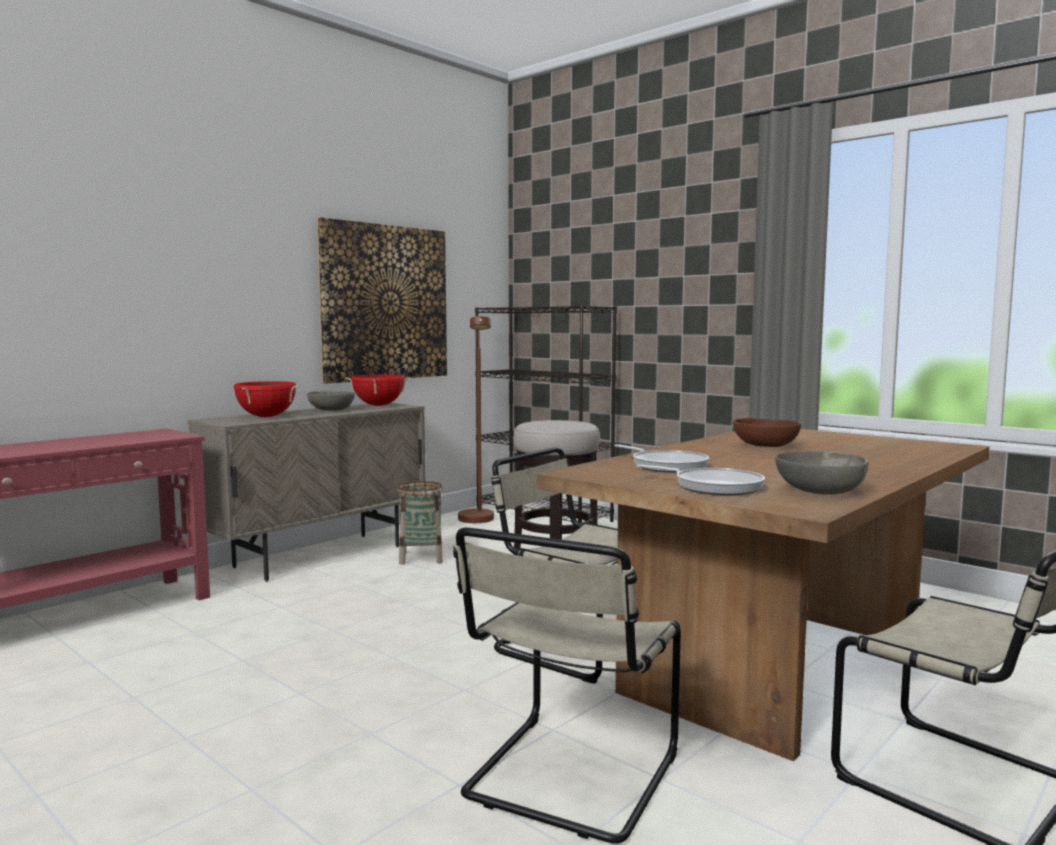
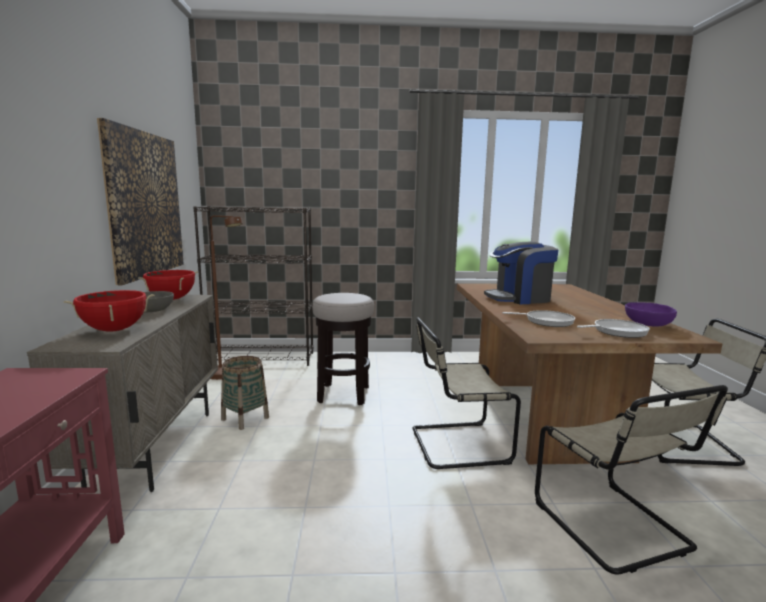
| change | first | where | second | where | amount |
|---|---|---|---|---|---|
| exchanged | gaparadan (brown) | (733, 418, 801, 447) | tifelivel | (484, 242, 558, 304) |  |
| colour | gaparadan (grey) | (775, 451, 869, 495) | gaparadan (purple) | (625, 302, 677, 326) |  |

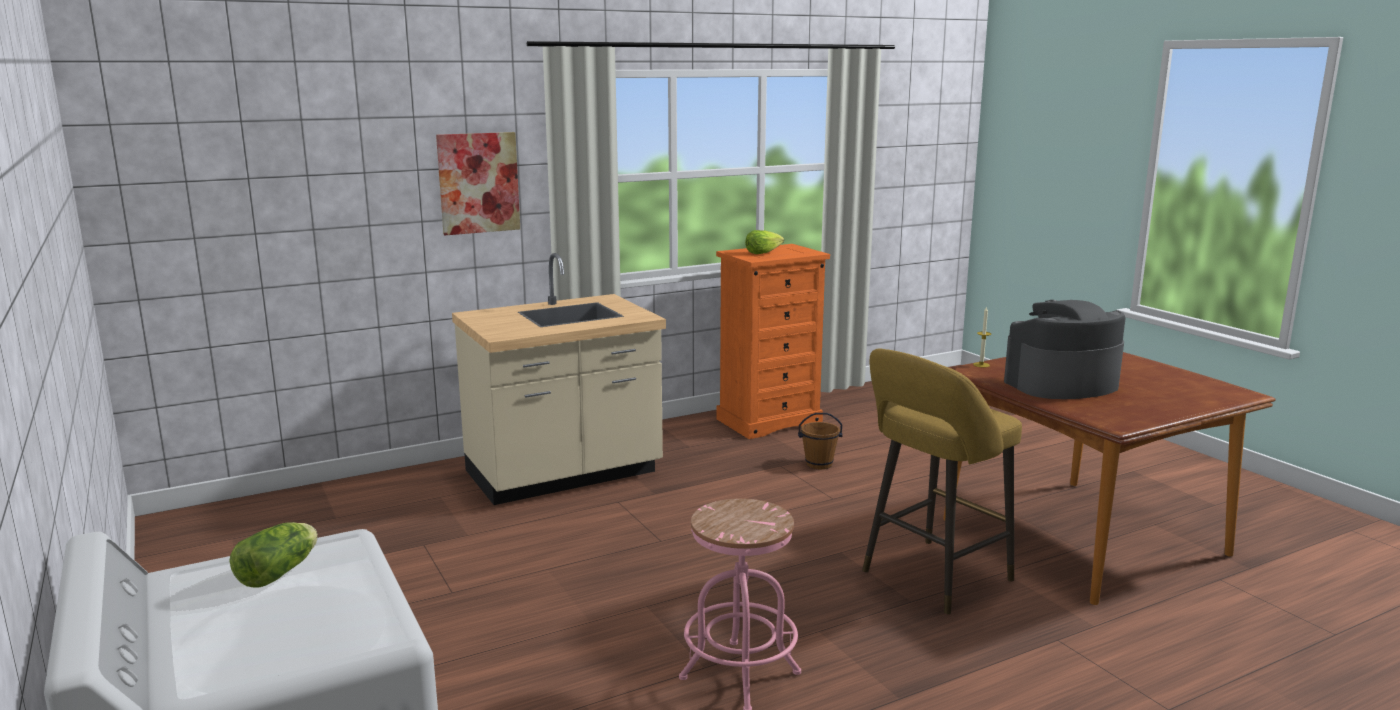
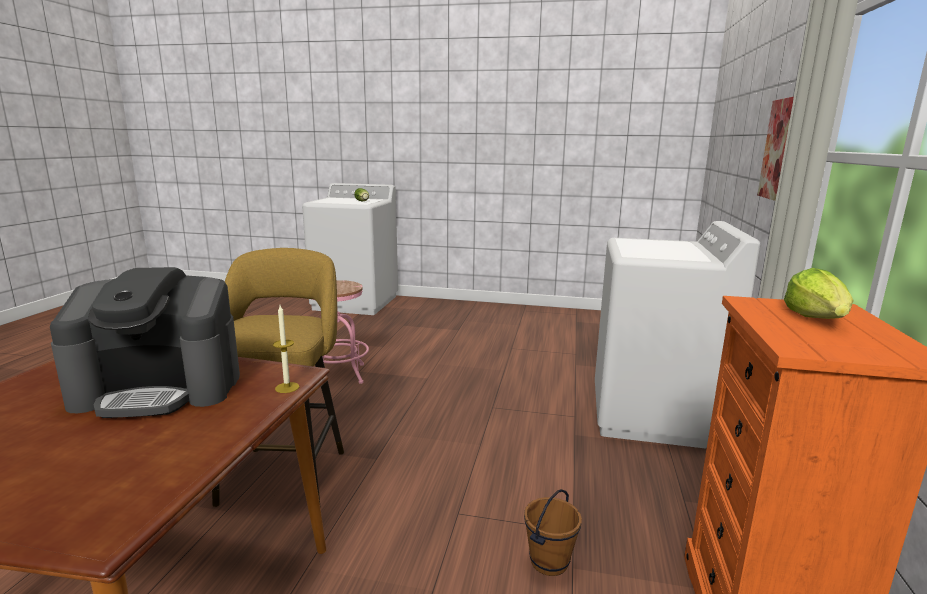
| change | first | where | second | where | amount |
|---|---|---|---|---|---|
| exchanged | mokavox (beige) | (452, 253, 666, 505) | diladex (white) | (595, 221, 761, 449) |  |
| spun | tifelivel | (1004, 300, 1126, 399) |  | (50, 267, 240, 418) | 60 degrees clockwise |

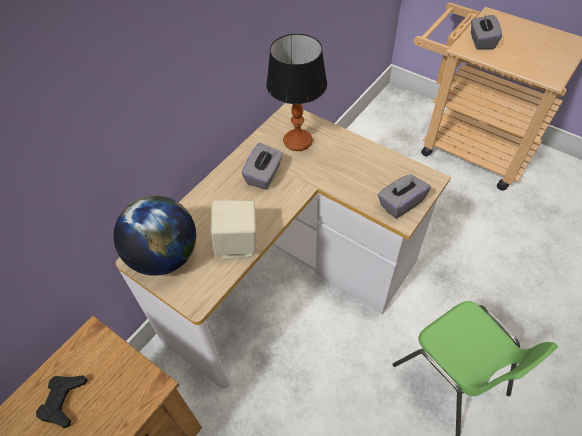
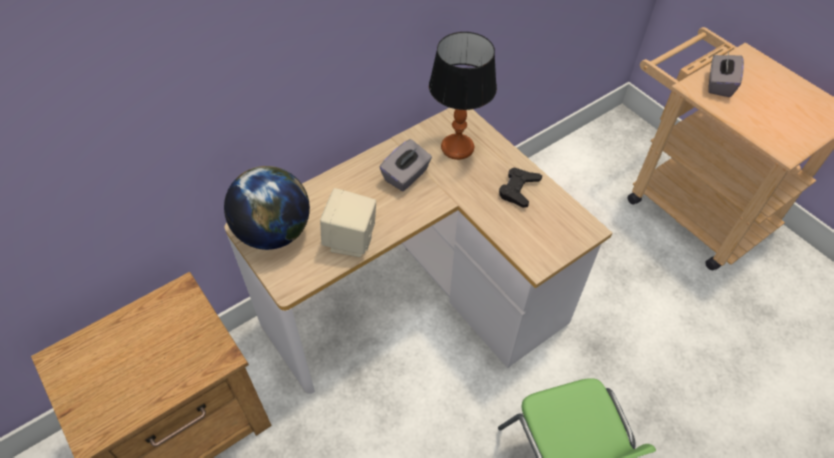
| change | first | where | second | where | amount |
|---|---|---|---|---|---|
| missing | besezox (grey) | (378, 174, 431, 219) |  |  |  |
| relocated | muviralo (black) | (36, 375, 87, 428) |  | (499, 167, 542, 208) |  |

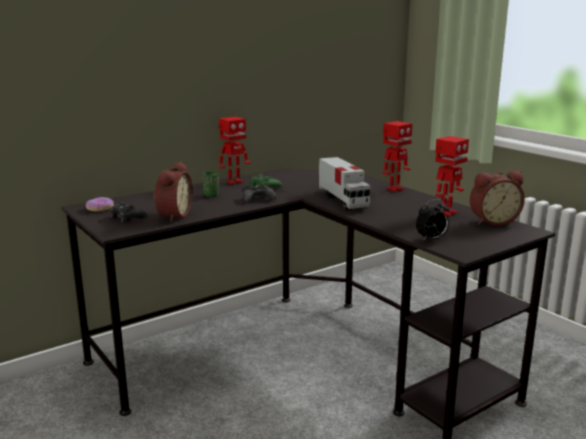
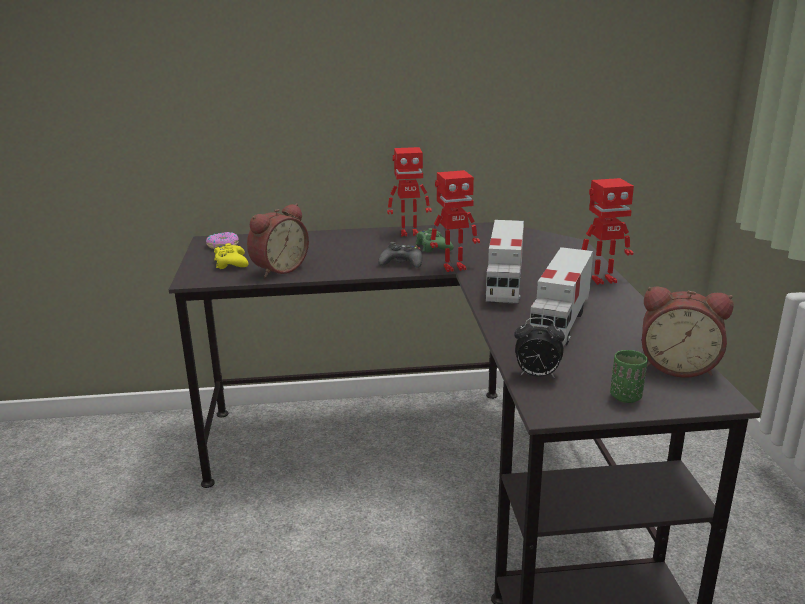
| change | first | where | second | where | amount |
|---|---|---|---|---|---|
| relocated | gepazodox | (435, 136, 469, 216) |  | (430, 170, 480, 272) |  |
| relocated | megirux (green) | (203, 172, 219, 197) |  | (610, 350, 648, 403) |  |
| colour | muviralo (black) | (110, 202, 148, 223) | muviralo (yellow) | (214, 243, 249, 269) |  |
| appeared |  |  | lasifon | (530, 247, 593, 346) |  |

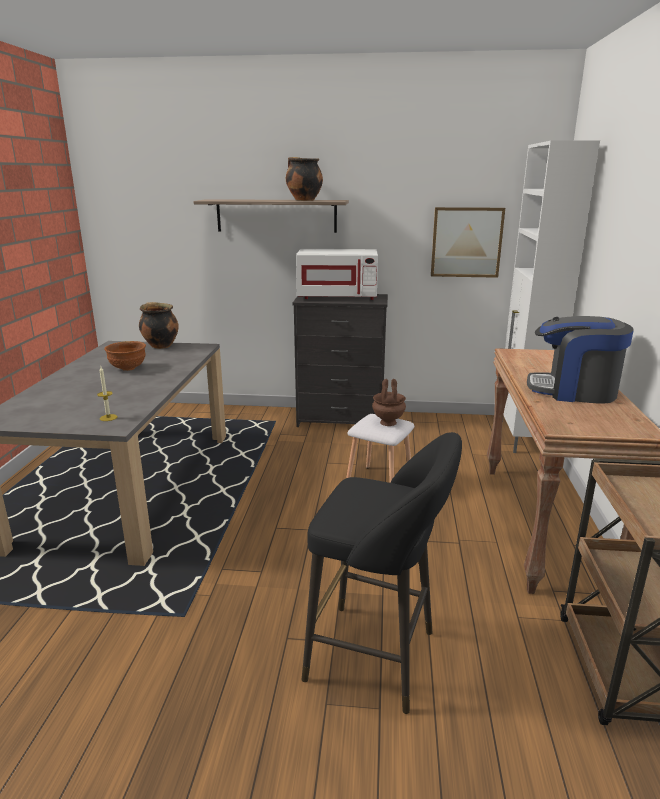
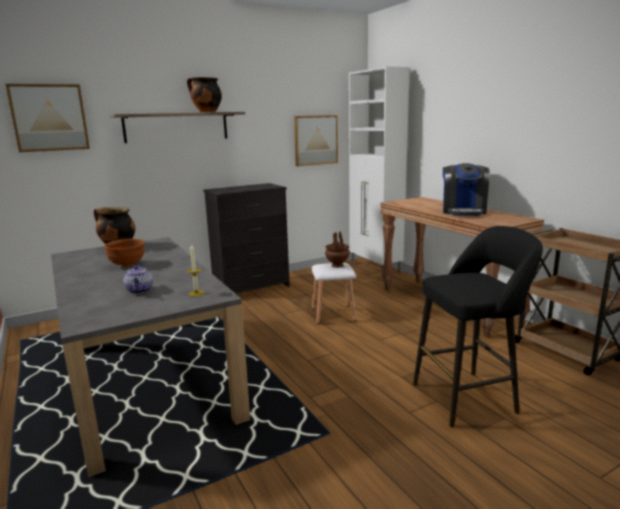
| change | first | where | second | where | amount |
|---|---|---|---|---|---|
| missing | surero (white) | (296, 249, 378, 300) |  |  |  |
| spun | tifelivel | (527, 316, 634, 404) |  | (443, 163, 490, 216) | 60 degrees counterclockwise |
| appeared |  |  | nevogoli | (6, 84, 90, 152) |  |
| appeared |  |  | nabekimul | (124, 265, 153, 294) |  |

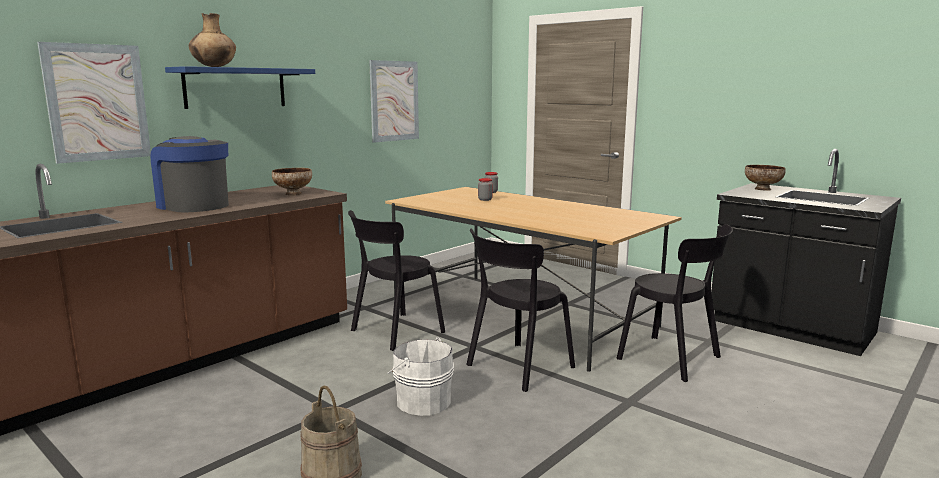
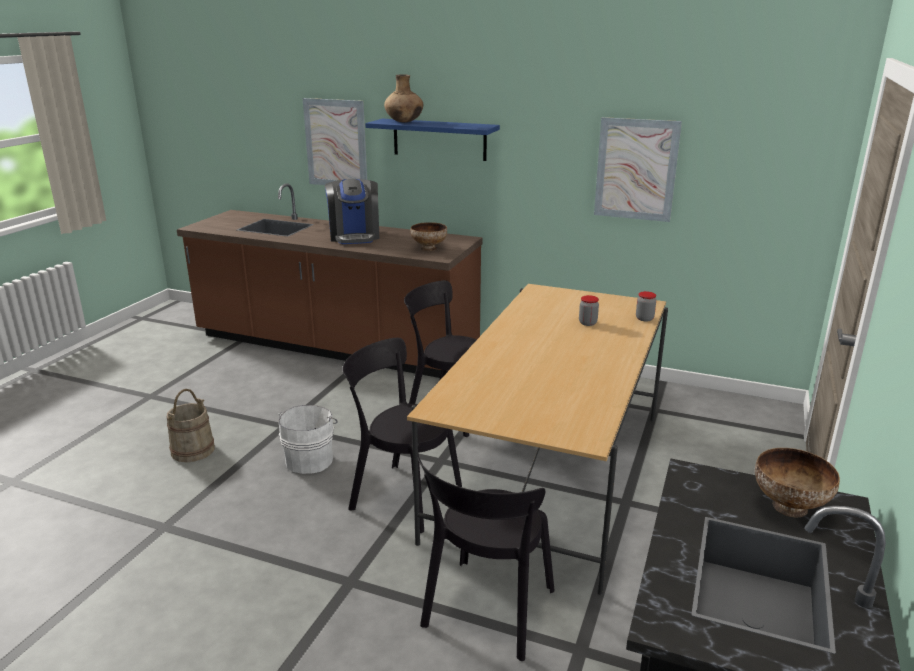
| change | first | where | second | where | amount |
|---|---|---|---|---|---|
| spun | tifelivel | (150, 136, 229, 212) |  | (325, 179, 380, 244) | 150 degrees clockwise |

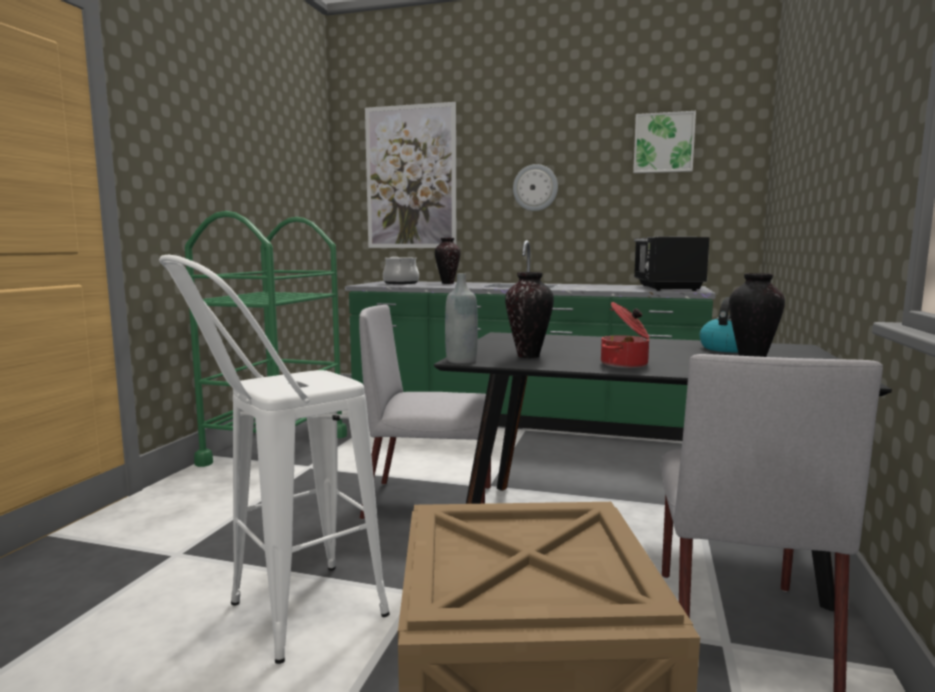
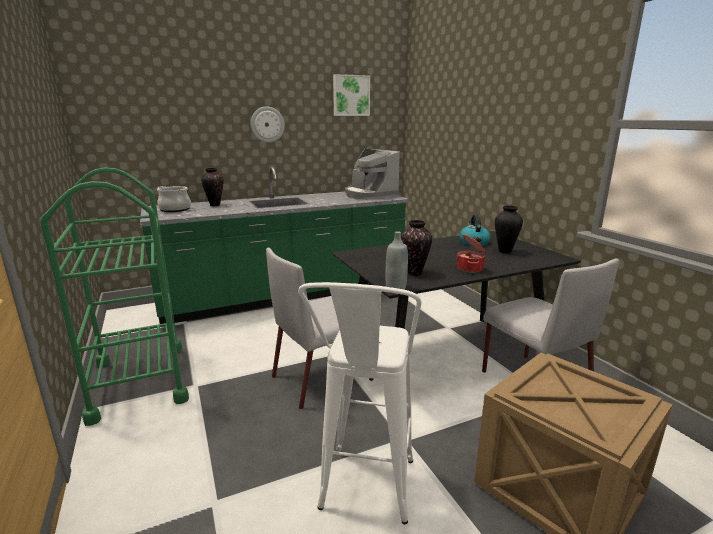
| change | first | where | second | where | amount |
|---|---|---|---|---|---|
| missing | nevogoli | (365, 102, 456, 248) |  |  |  |
| exchanged | surero (black) | (634, 236, 709, 291) | tifelivel | (345, 149, 400, 199) |  |

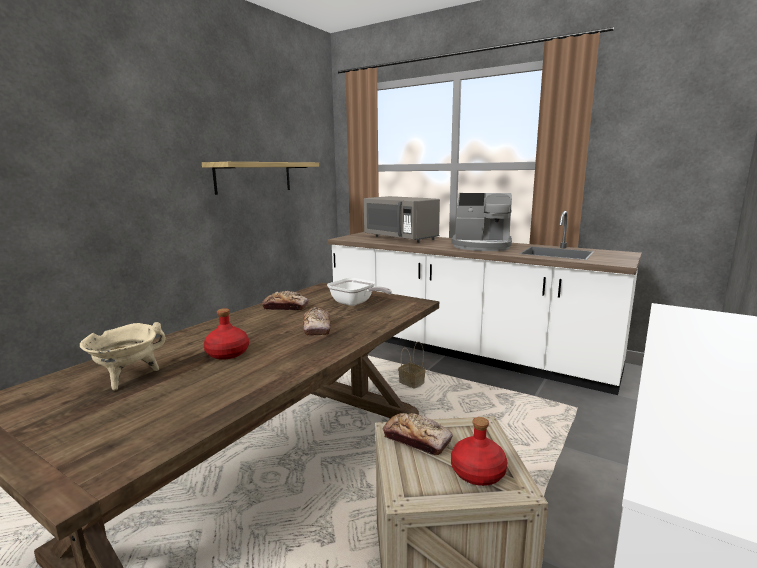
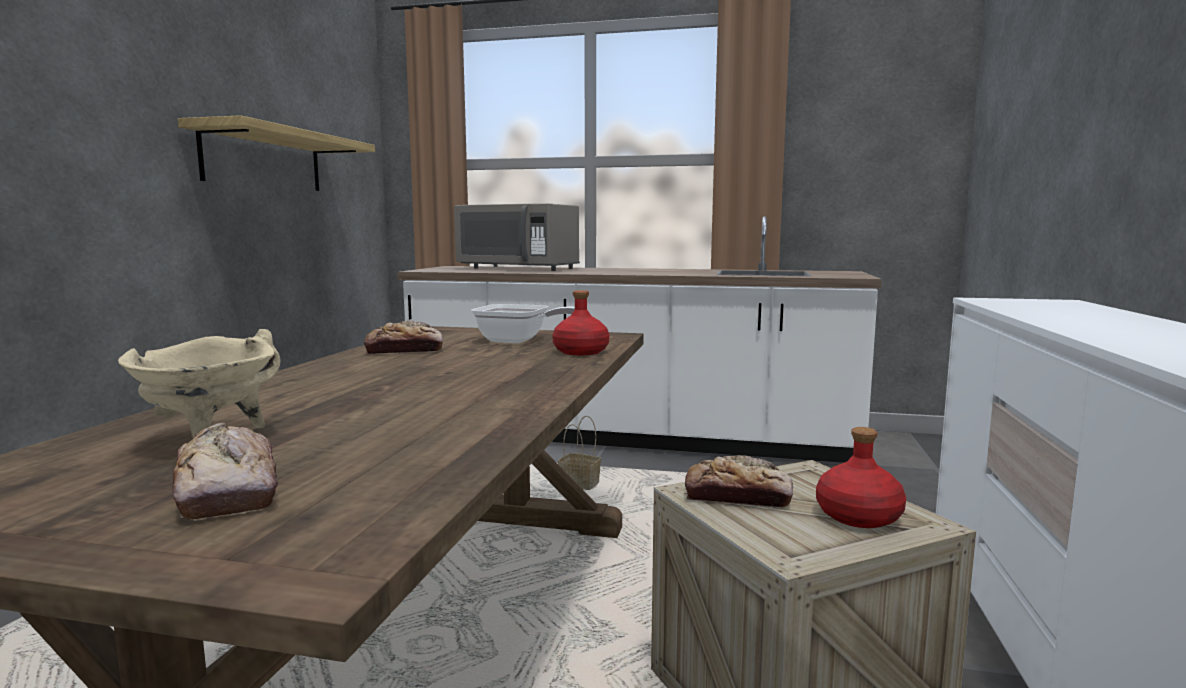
| change | first | where | second | where | amount |
|---|---|---|---|---|---|
| missing | tifelivel | (452, 193, 512, 251) |  |  |  |
| relocated | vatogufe | (303, 307, 331, 336) |  | (172, 423, 278, 521) |  |
| relocated | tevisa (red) | (204, 308, 249, 360) |  | (552, 290, 609, 355) |  |

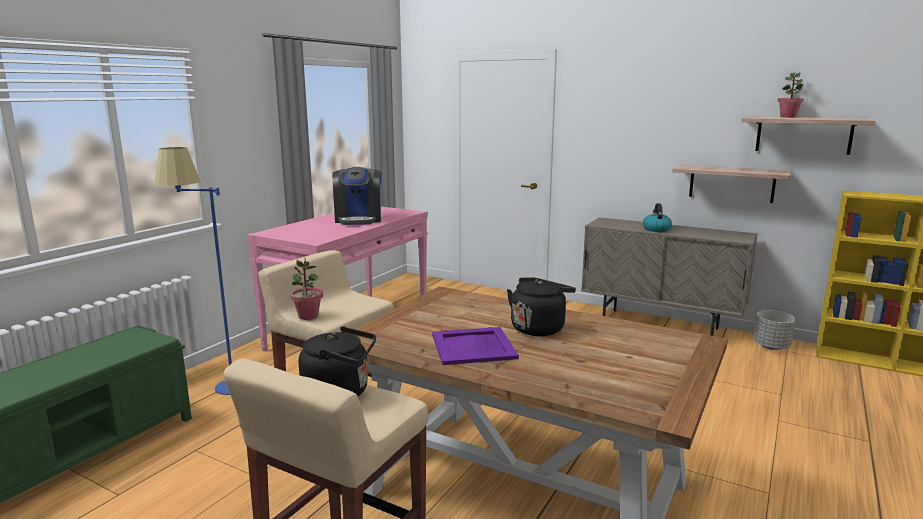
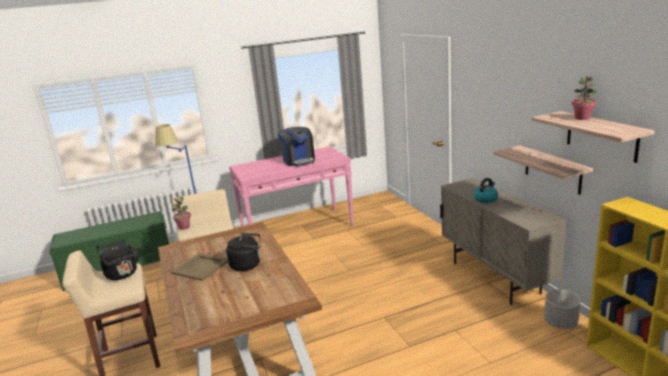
| change | first | where | second | where | amount |
|---|---|---|---|---|---|
| spun | tifelivel | (332, 167, 382, 225) |  | (277, 127, 315, 166) | 60 degrees counterclockwise |
| colour | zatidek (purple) | (432, 327, 519, 365) | zatidek (beige) | (171, 253, 228, 281) |  |

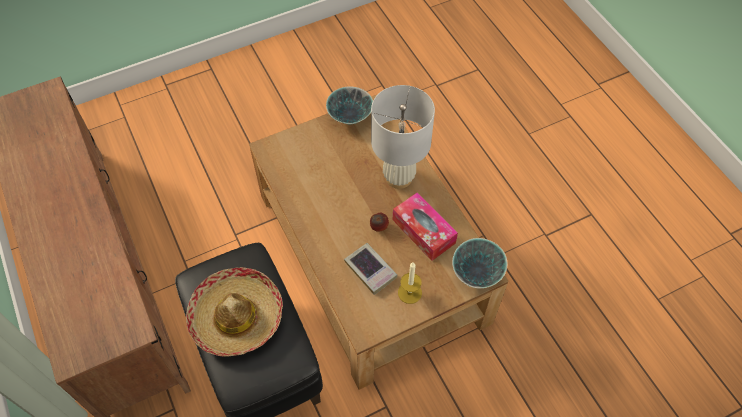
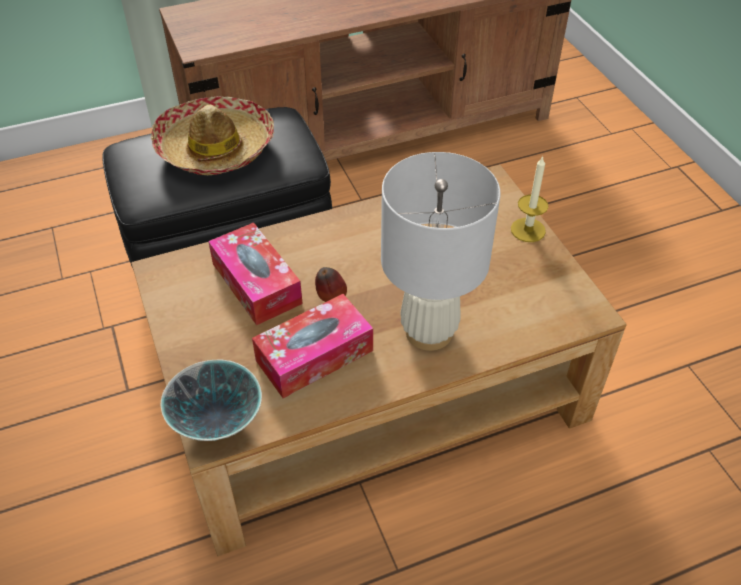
| change | first | where | second | where | amount |
|---|---|---|---|---|---|
| missing | gaparadan | (326, 87, 373, 124) |  |  |  |
| exchanged | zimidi | (344, 243, 397, 295) | besezox | (208, 222, 303, 325) |  |
| relocated | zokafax | (398, 262, 422, 304) |  | (511, 156, 548, 242) |  |

